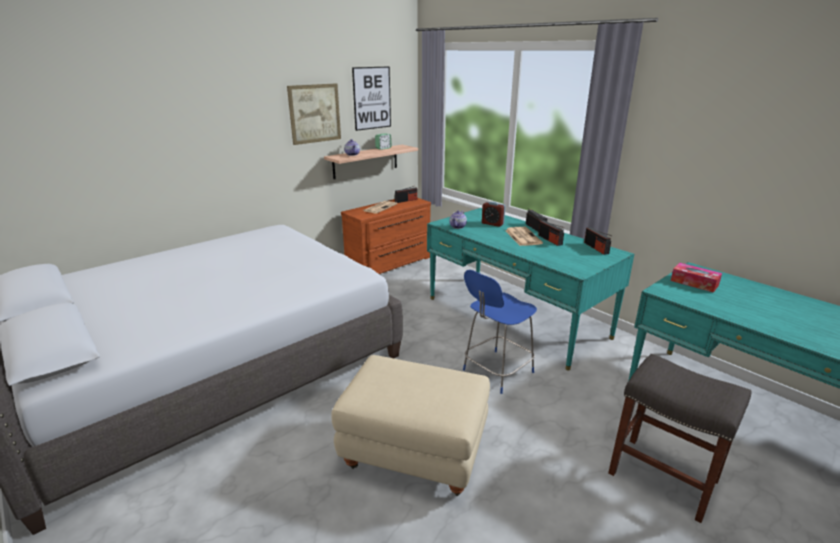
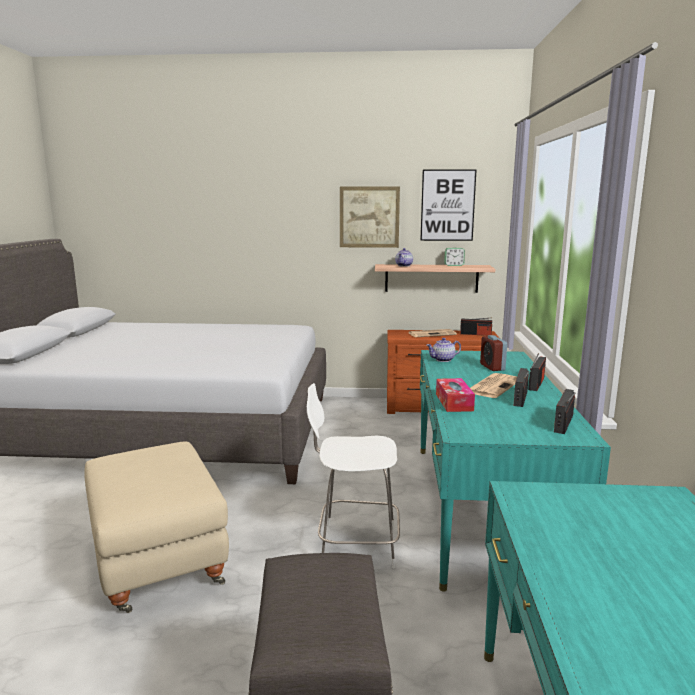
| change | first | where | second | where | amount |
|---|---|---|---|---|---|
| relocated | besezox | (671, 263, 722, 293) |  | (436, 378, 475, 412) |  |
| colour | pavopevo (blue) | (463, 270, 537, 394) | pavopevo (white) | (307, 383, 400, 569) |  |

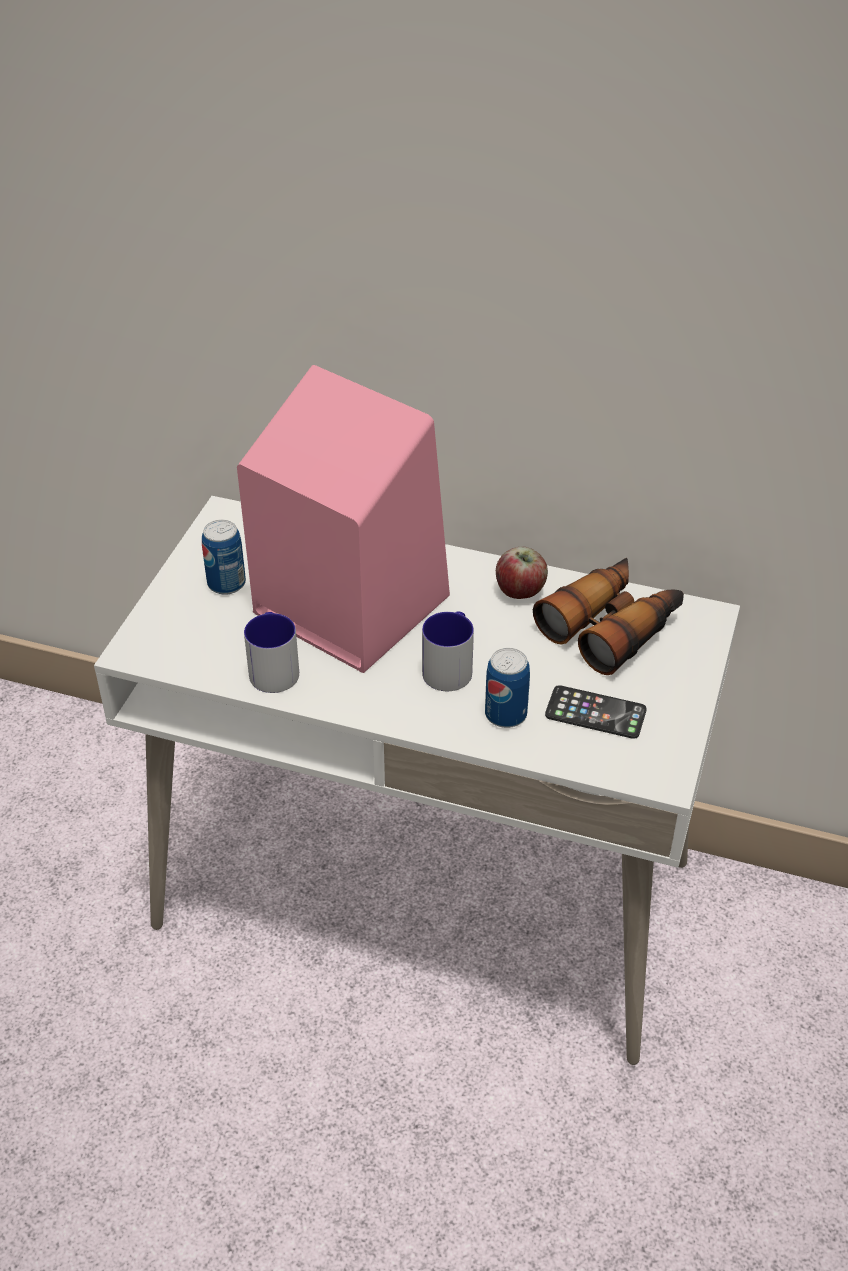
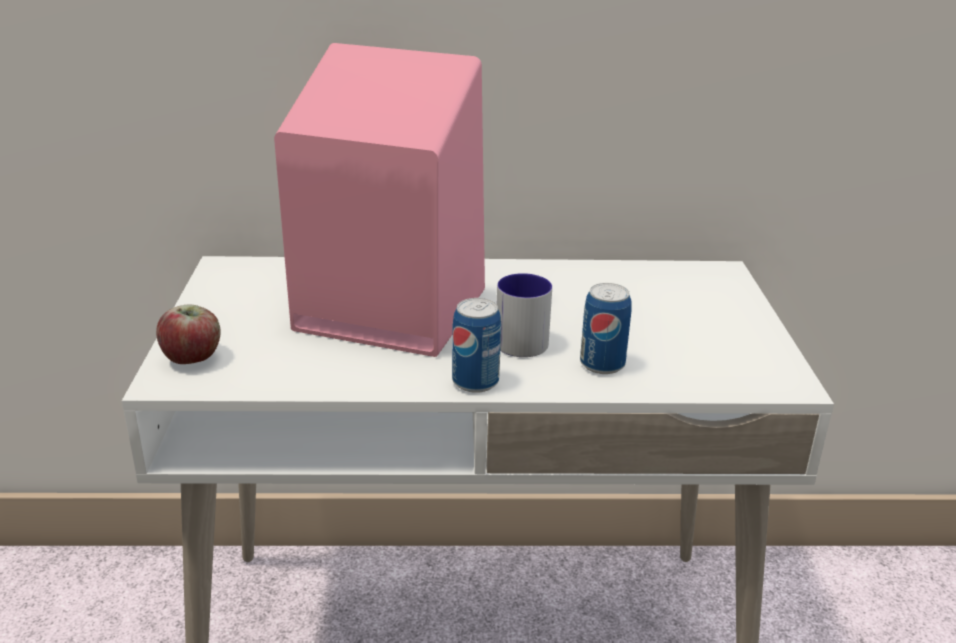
| change | first | where | second | where | amount |
|---|---|---|---|---|---|
| relocated | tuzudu | (202, 520, 246, 595) |  | (452, 298, 501, 393) |  |
| relocated | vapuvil | (496, 546, 548, 599) |  | (156, 304, 221, 364) |  |
| missing | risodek | (533, 558, 684, 675) |  |  |  |
| missing | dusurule | (244, 612, 299, 693) |  |  |  |
| missing | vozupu | (545, 685, 647, 739) |  |  |  |

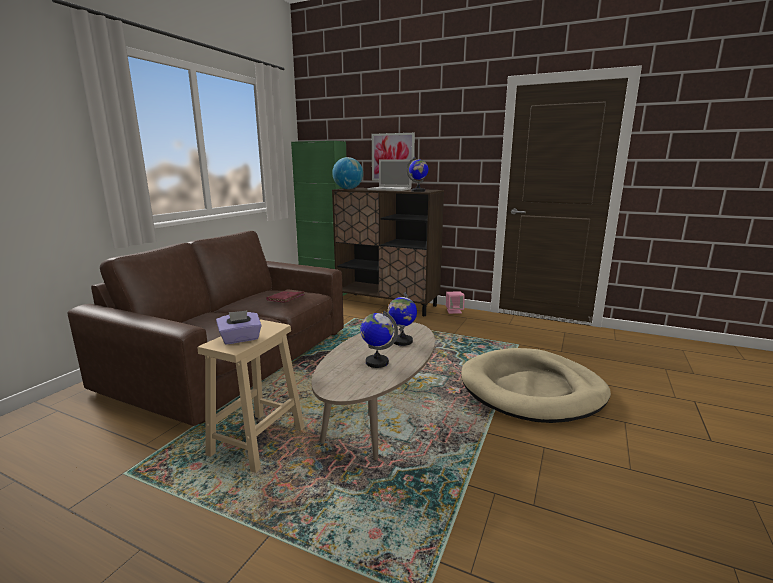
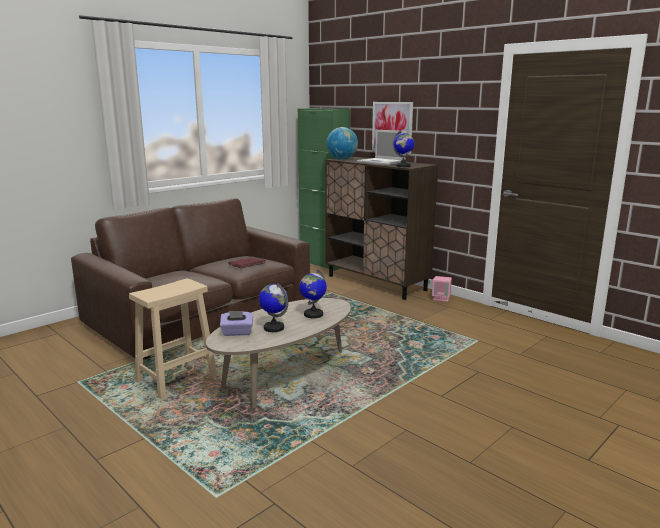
| change | first | where | second | where | amount |
|---|---|---|---|---|---|
| relocated | besezox (purple) | (216, 310, 262, 345) |  | (220, 311, 253, 336) |  |
| missing | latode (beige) | (461, 348, 611, 423) |  |  |  |

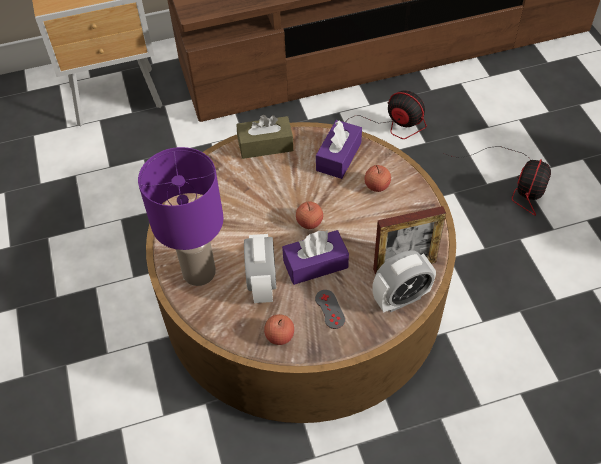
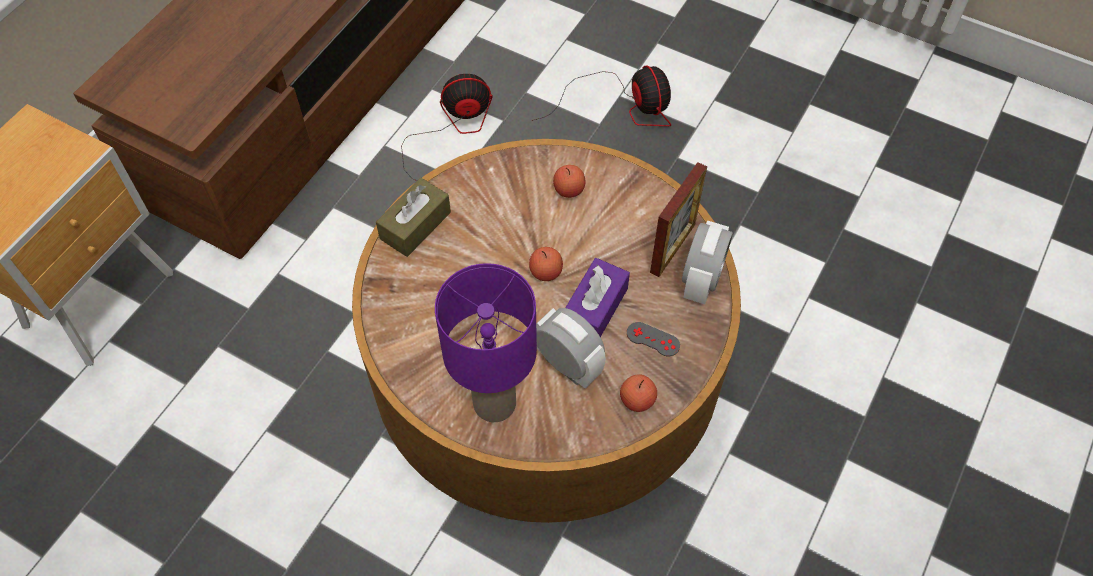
| change | first | where | second | where | amount |
|---|---|---|---|---|---|
| missing | besezox (purple) | (316, 120, 362, 179) |  |  |  |

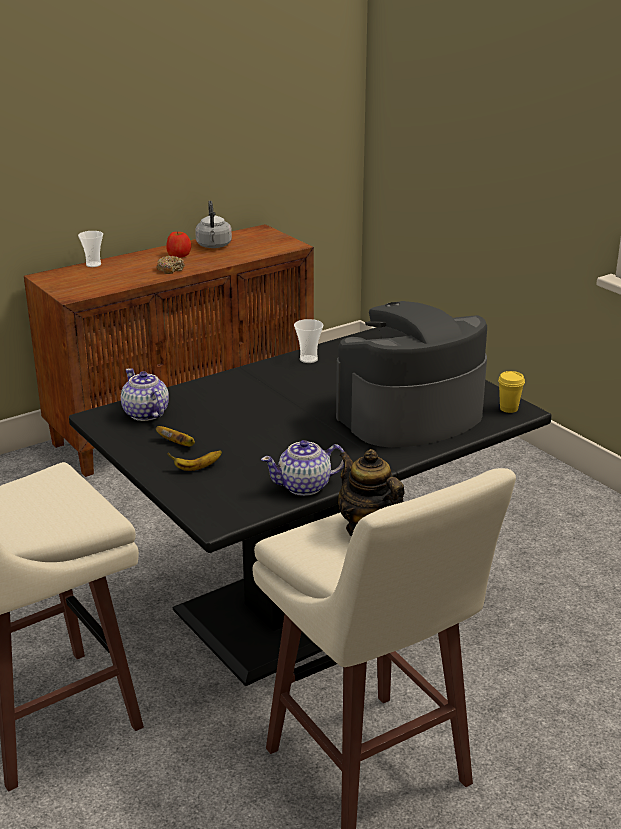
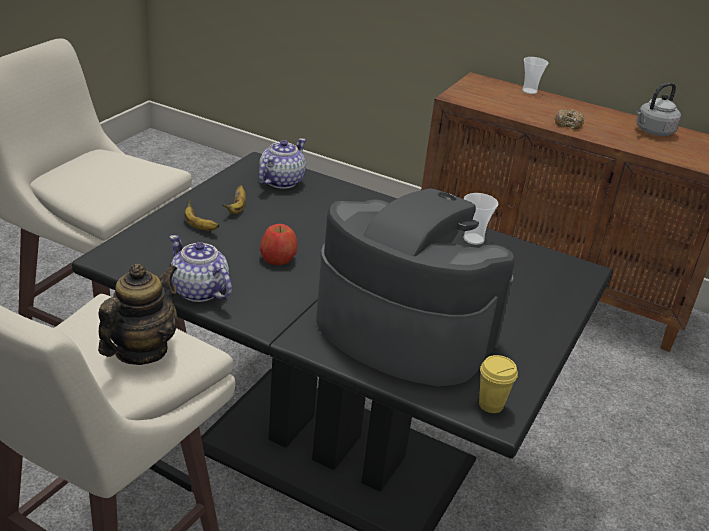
| change | first | where | second | where | amount |
|---|---|---|---|---|---|
| relocated | vapuvil | (166, 232, 191, 258) |  | (260, 224, 297, 265) |  |

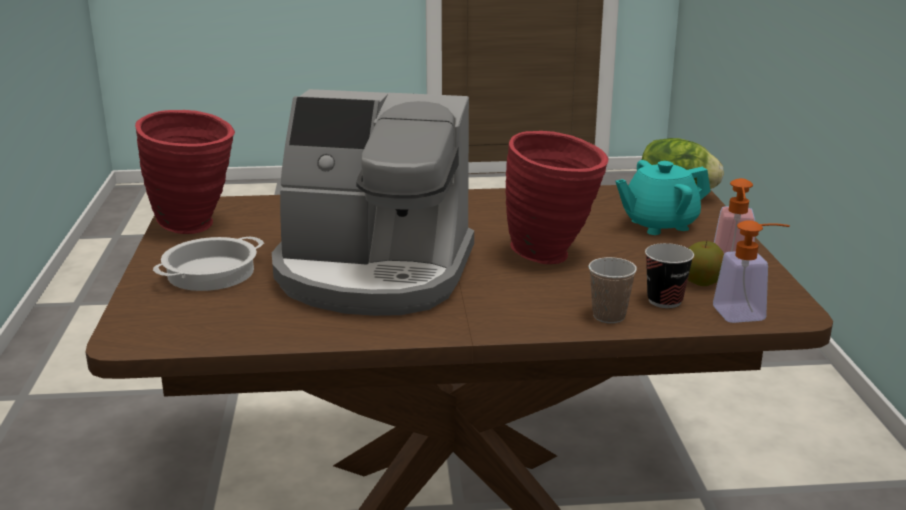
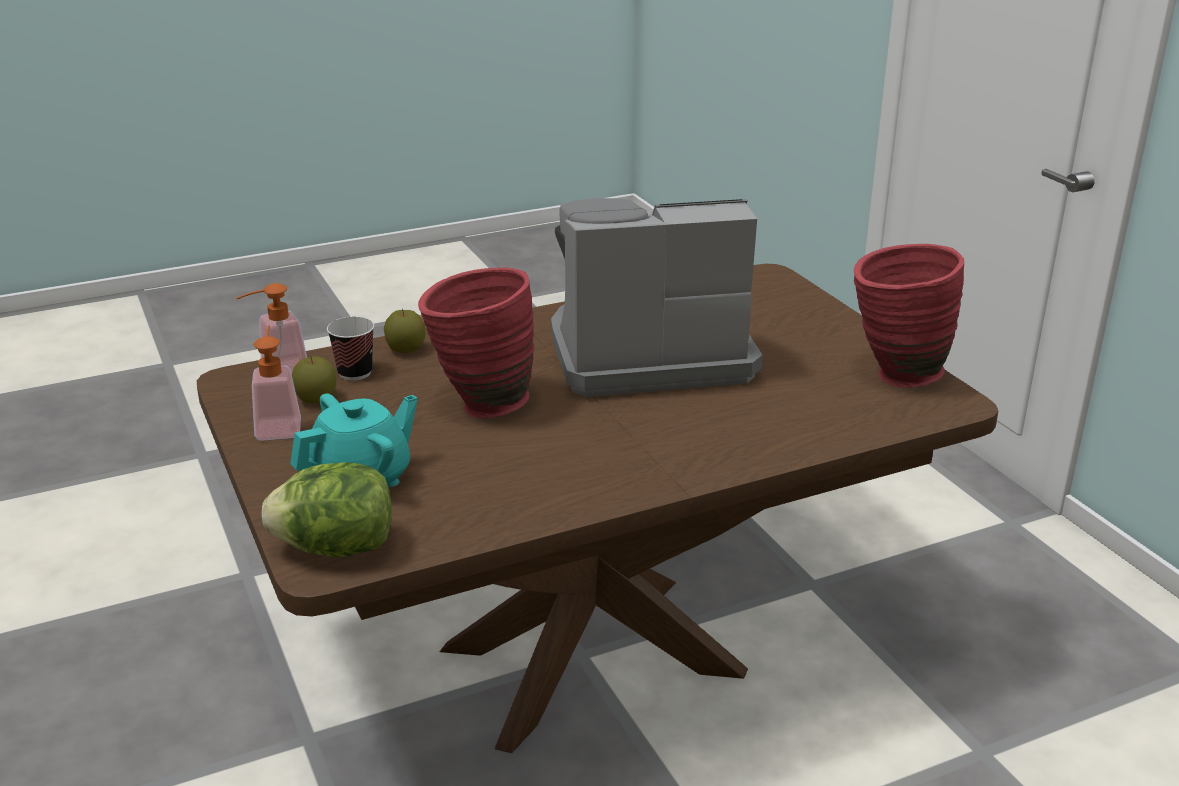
| change | first | where | second | where | amount |
|---|---|---|---|---|---|
| missing | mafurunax | (153, 236, 264, 291) |  |  |  |
| exchanged | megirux | (588, 257, 637, 323) | vapuvil | (384, 309, 425, 353) |  |

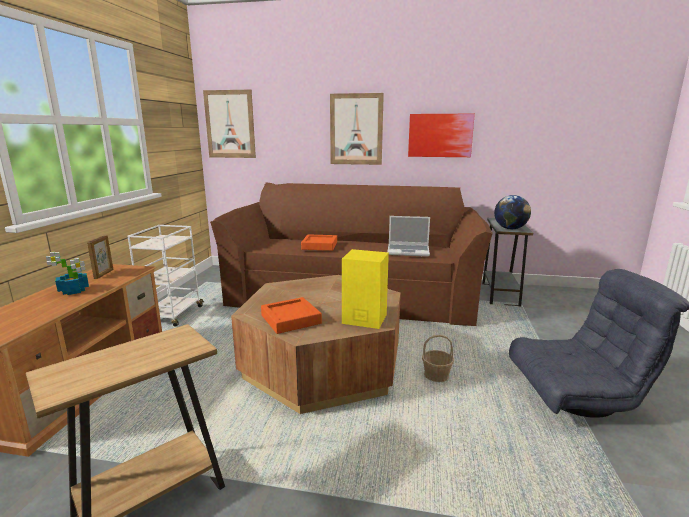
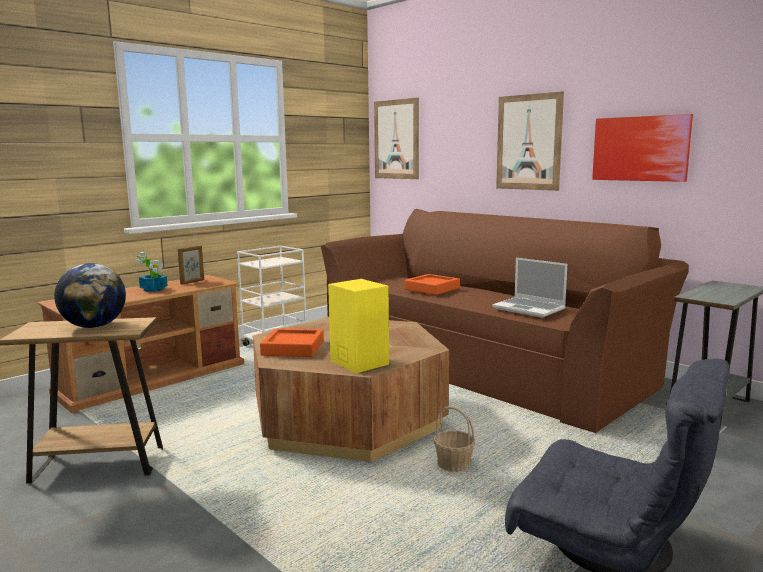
| change | first | where | second | where | amount |
|---|---|---|---|---|---|
| relocated | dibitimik | (494, 195, 531, 229) |  | (54, 263, 126, 328) |  |

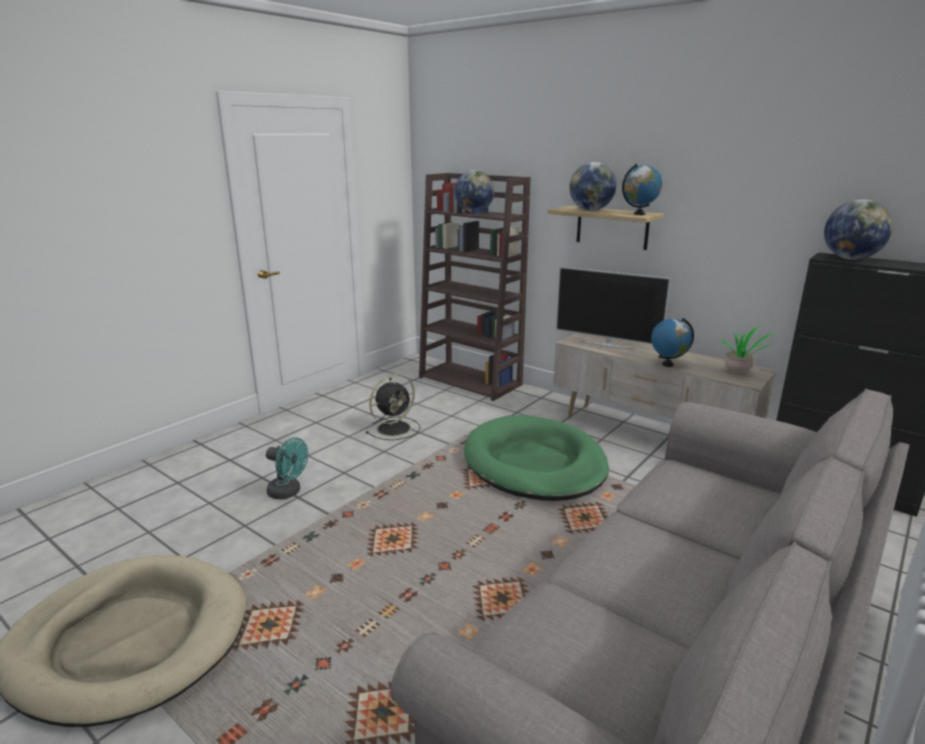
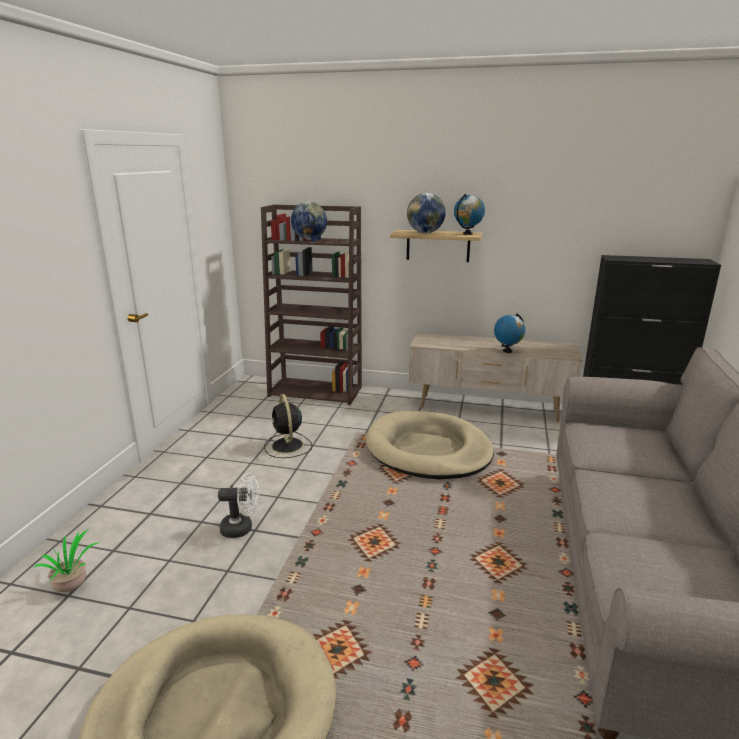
| change | first | where | second | where | amount |
|---|---|---|---|---|---|
| missing | dibitimik | (824, 199, 893, 260) |  |  |  |
| missing | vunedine | (556, 267, 671, 350) |  |  |  |
| relocated | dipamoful | (718, 326, 775, 372) |  | (33, 529, 98, 592) |  |
| spun | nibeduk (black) | (366, 374, 421, 440) |  | (264, 394, 312, 458) | 135 degrees clockwise |
| colour | latode (green) | (464, 415, 609, 501) | latode (beige) | (366, 411, 494, 480) |  |
| colour | nibeduk (turquoise) | (266, 437, 308, 499) | nibeduk (white) | (218, 473, 259, 538) |  |

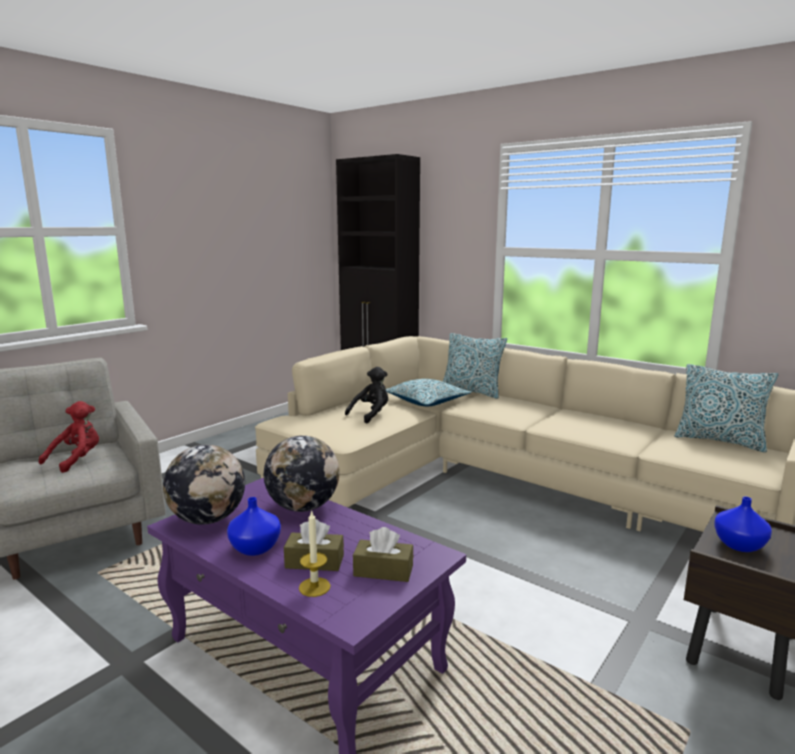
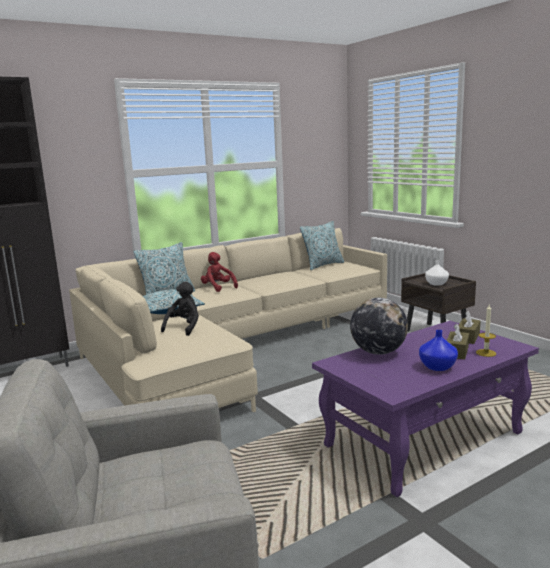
| change | first | where | second | where | amount |
|---|---|---|---|---|---|
| spun | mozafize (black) | (345, 367, 388, 424) |  | (161, 282, 199, 336) | 45 degrees clockwise |
| relocated | mozafize (red) | (39, 401, 99, 473) |  | (201, 252, 238, 292) |  |
| missing | dibitimik | (163, 445, 245, 525) |  |  |  |
| colour | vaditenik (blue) | (714, 496, 772, 552) | vaditenik (white) | (425, 261, 449, 286) |  |

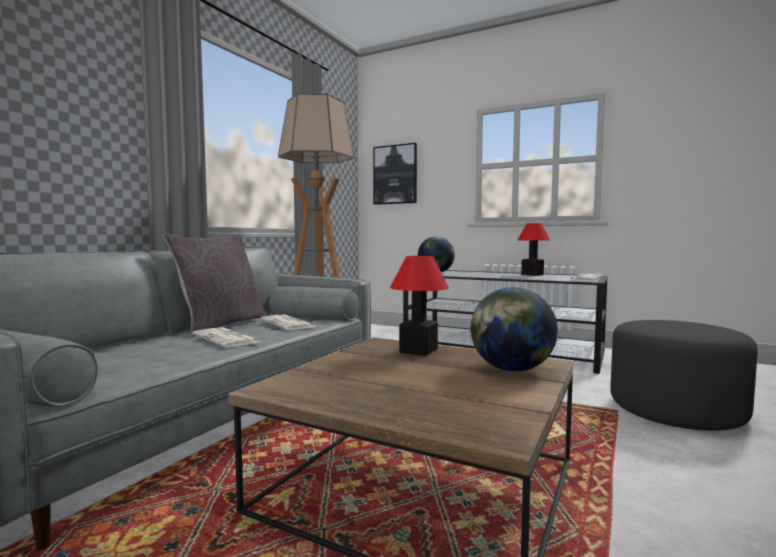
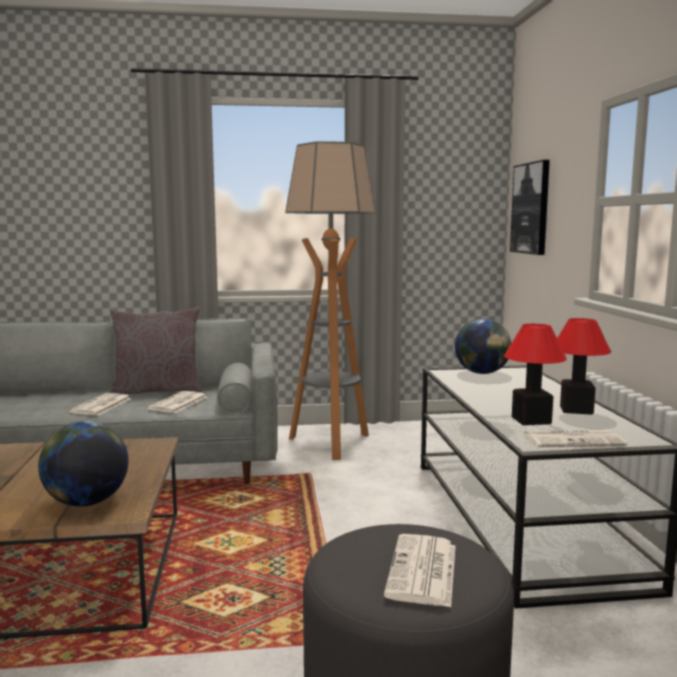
| change | first | where | second | where | amount |
|---|---|---|---|---|---|
| relocated | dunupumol | (390, 256, 449, 356) |  | (504, 324, 567, 425) |  |
| appeared |  |  | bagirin | (384, 534, 456, 607) |  |

